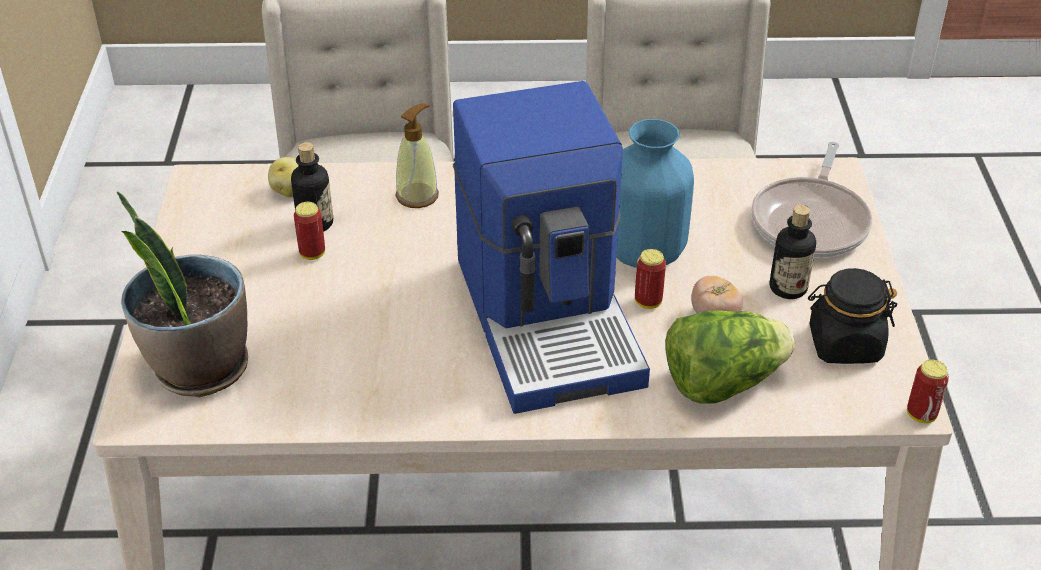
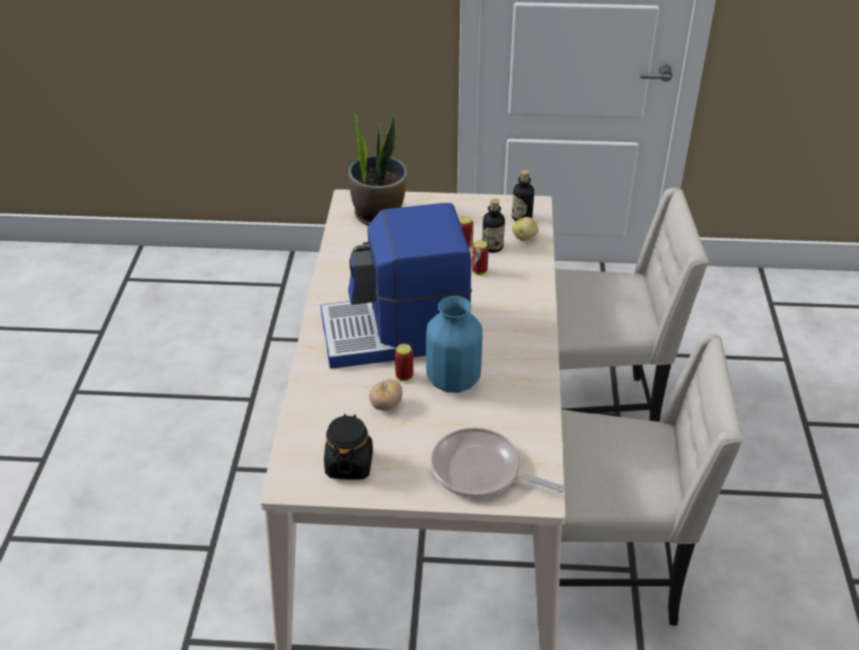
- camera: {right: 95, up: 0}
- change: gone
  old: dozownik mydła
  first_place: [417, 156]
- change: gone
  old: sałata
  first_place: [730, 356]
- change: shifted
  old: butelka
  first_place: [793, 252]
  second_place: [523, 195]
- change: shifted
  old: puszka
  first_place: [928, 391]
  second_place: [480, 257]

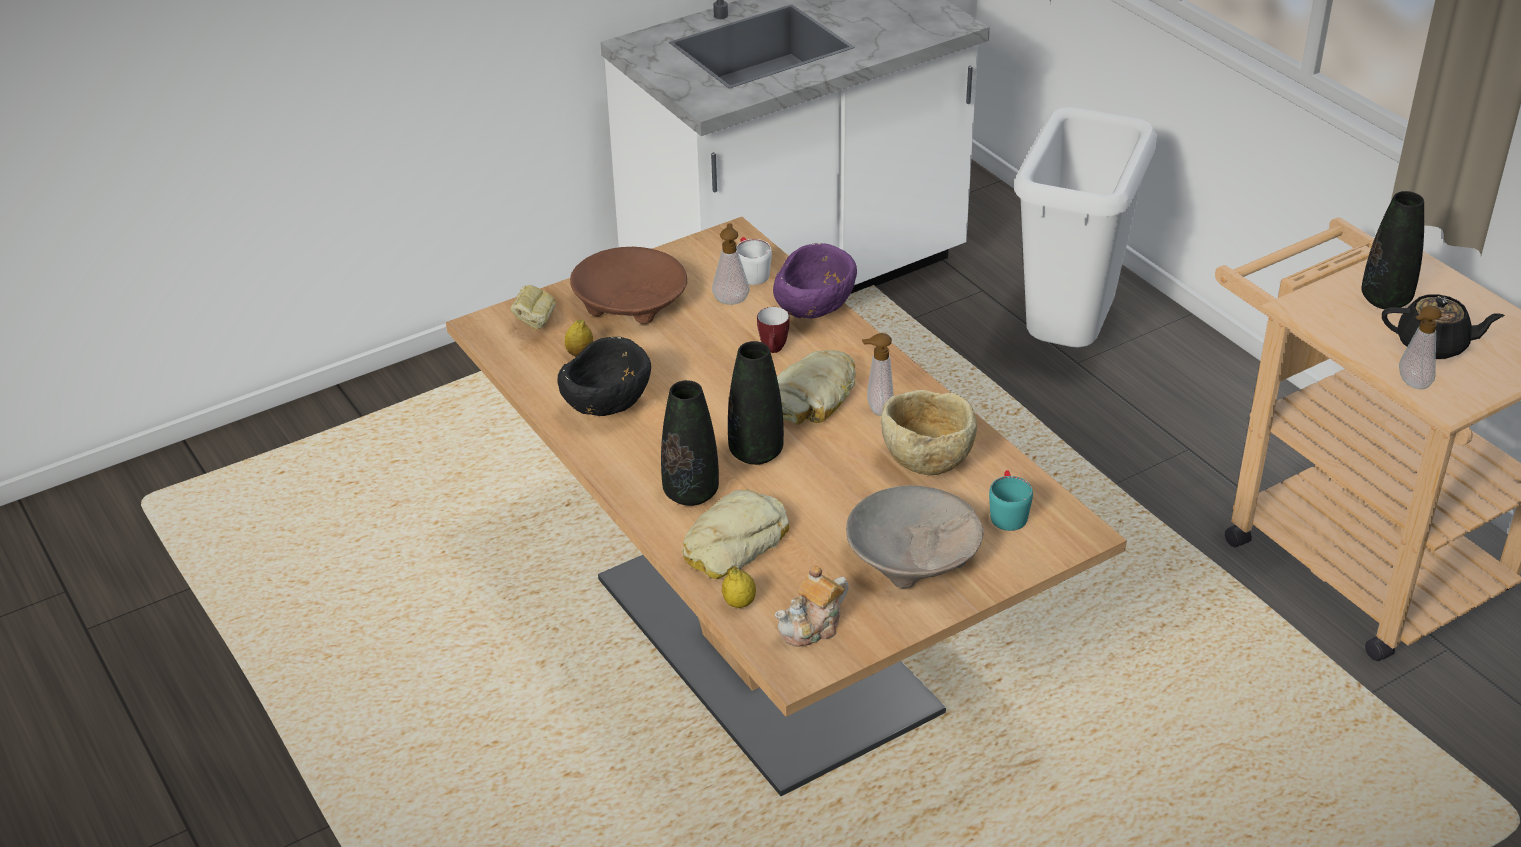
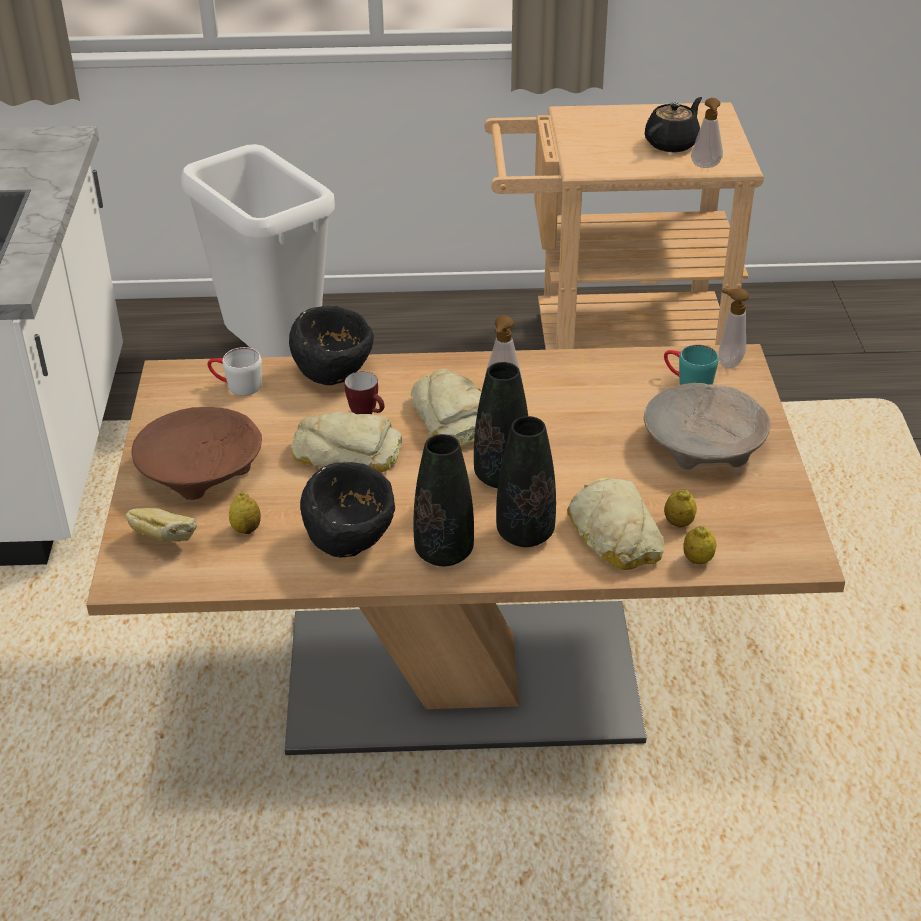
- camera: {right: -60, up: 0}
- change: shifted
  old: dozownik mydła
  first_place: [731, 264]
  second_place: [733, 328]
- change: repainted
  old: miska (fioletowy)
  new: miska (czarny)
  first_place: [815, 281]
  second_place: [331, 345]
- change: gone
  old: imbryk
  first_place: [812, 606]
- change: gone
  old: miska (beżowy)
  first_place: [929, 433]
- change: shifted
  old: wazon (czarny)
  first_place: [1392, 250]
  second_place: [443, 500]
- change: new
  new: chleb
  second_place: [346, 442]
- change: new
  new: cytryna
  second_place: [680, 508]

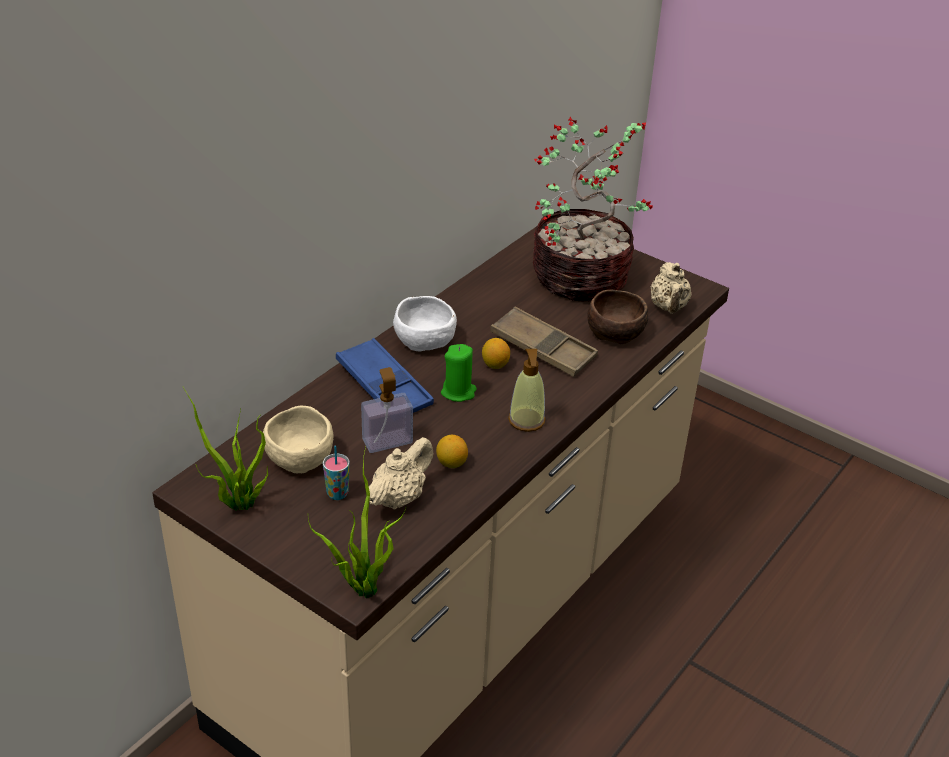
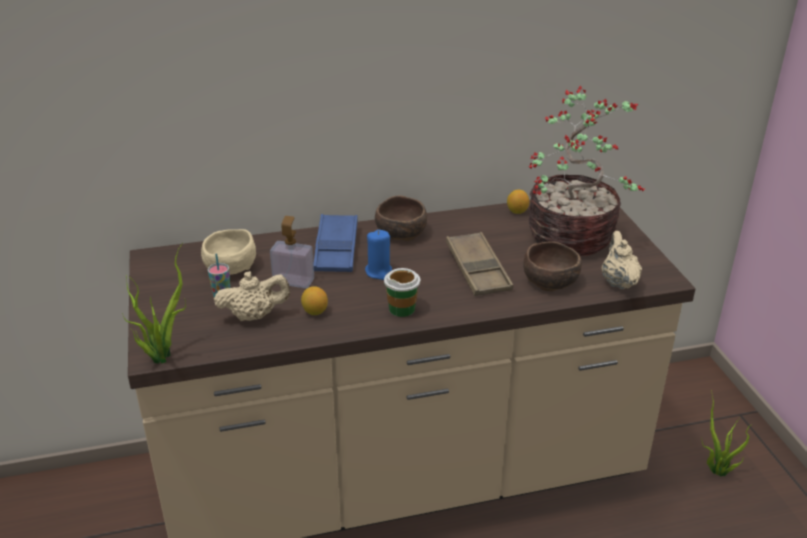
- camera: {right: 40, up: -5}
- change: shifted
  old: roślina doniczkowa
  first_place: [225, 449]
  second_place: [726, 433]
- change: repainted
  old: miska (biały)
  new: miska (brązowy)
  first_place: [425, 324]
  second_place: [401, 218]
- change: repainted
  old: świeca (zielony)
  new: świeca (niebieski)
  first_place: [459, 373]
  second_place: [378, 255]
- change: shifted
  old: cytryna
  first_place: [496, 353]
  second_place: [518, 202]
- change: swapped
  old: dozownik mydła
  new: filiżanka
  first_place: [527, 390]
  second_place: [402, 292]
- change: rotated
  old: imbryk (beżowy)
  first_place: [671, 288]
  second_place: [621, 260]
  degrees: 135

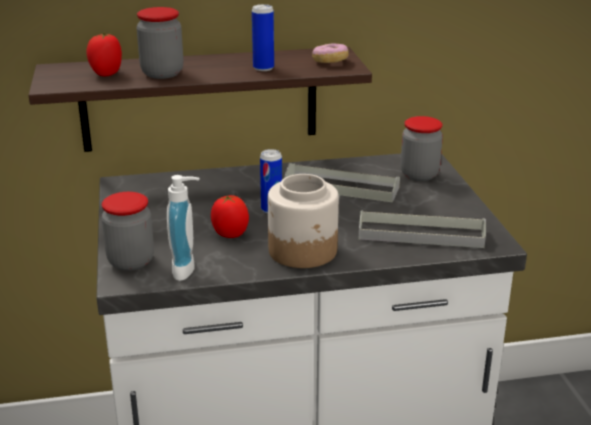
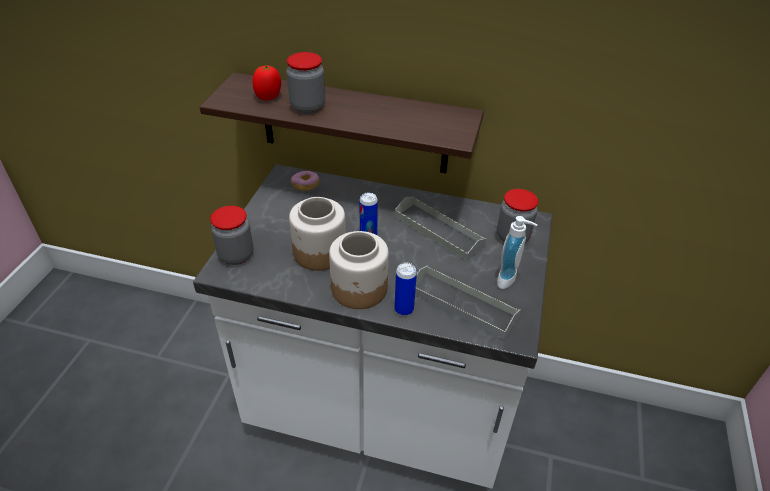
- camera: {right: 25, up: 15}
- change: shifted
  old: dozownik mydła
  first_place: [183, 228]
  second_place: [517, 252]
- change: swapped
  old: pomidor
  new: słoik
  first_place: [230, 216]
  second_place: [317, 234]
- change: shifted
  old: puszka
  first_place: [263, 37]
  second_place: [405, 289]
- change: shifted
  old: donut
  first_place: [330, 53]
  second_place: [305, 181]

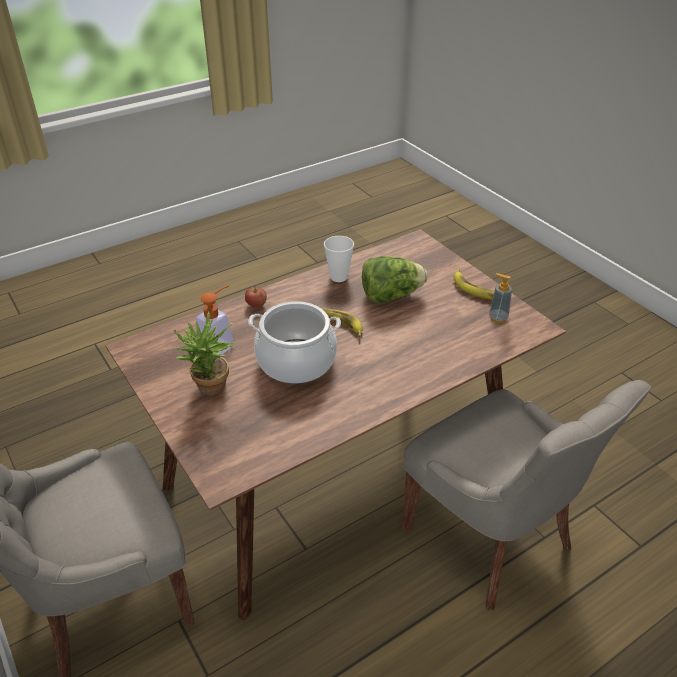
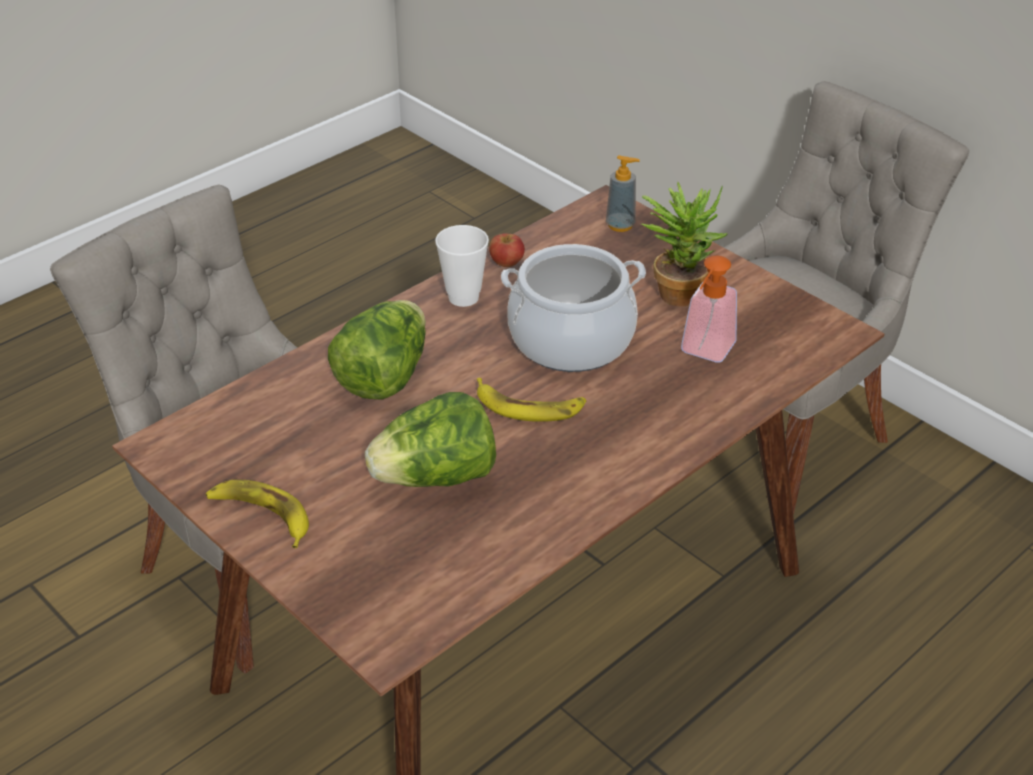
- camera: {right: 170, up: 0}
- change: shifted
  old: jabłko
  first_place: [256, 297]
  second_place: [507, 250]
- change: shifted
  old: filiżanka
  first_place: [339, 259]
  second_place: [462, 266]
- change: shifted
  old: dozownik mydła
  first_place: [500, 298]
  second_place: [623, 193]
- change: new
  new: sałata
  second_place: [377, 350]

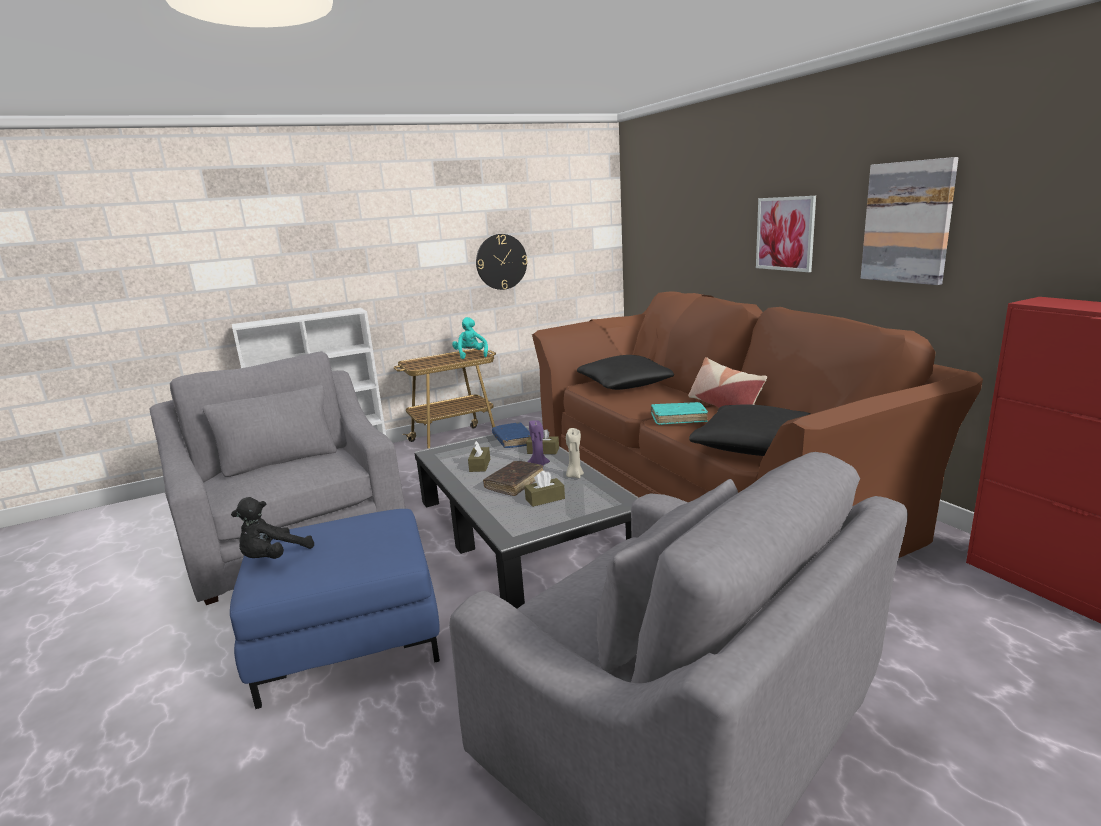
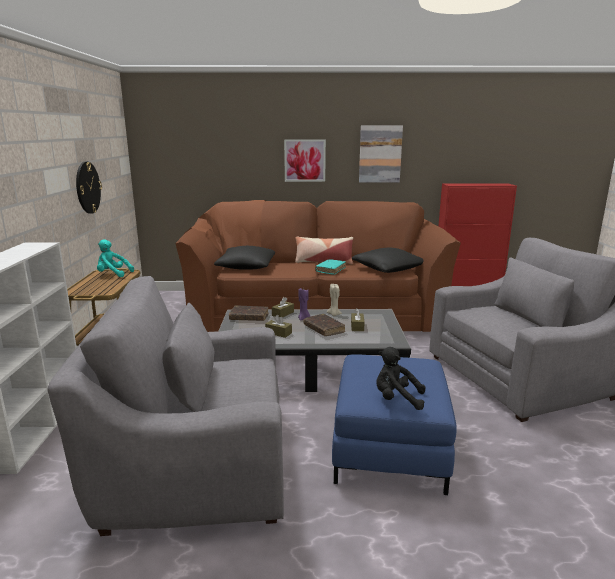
- camera: {right: -65, up: 0}
- change: rotated
  old: pluszak (czarny)
  first_place: [272, 528]
  second_place: [400, 378]
  degrees: 135
- change: repainted
  old: książka (niebieski)
  new: książka (brązowy)
  first_place: [511, 435]
  second_place: [249, 313]

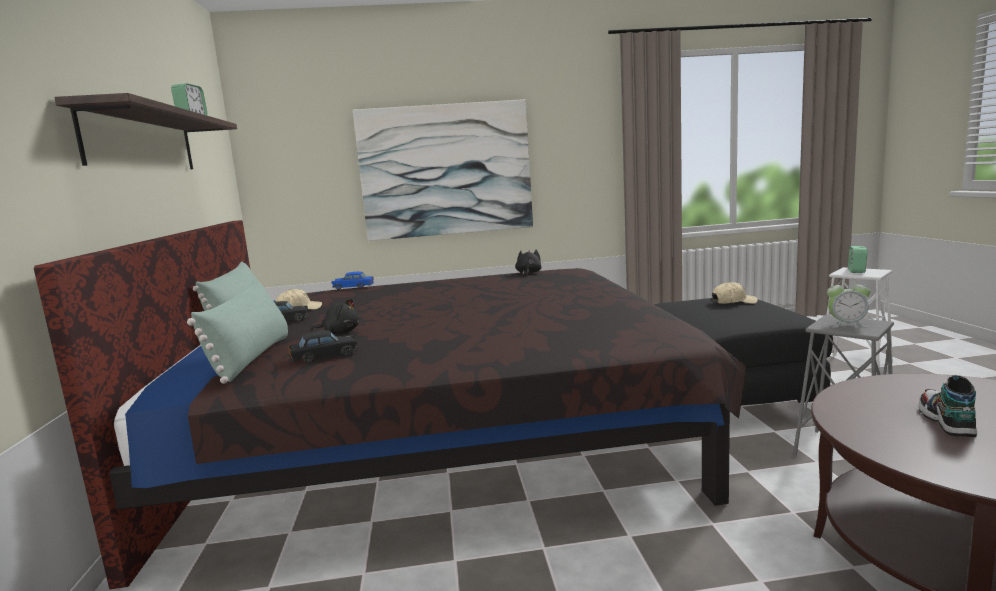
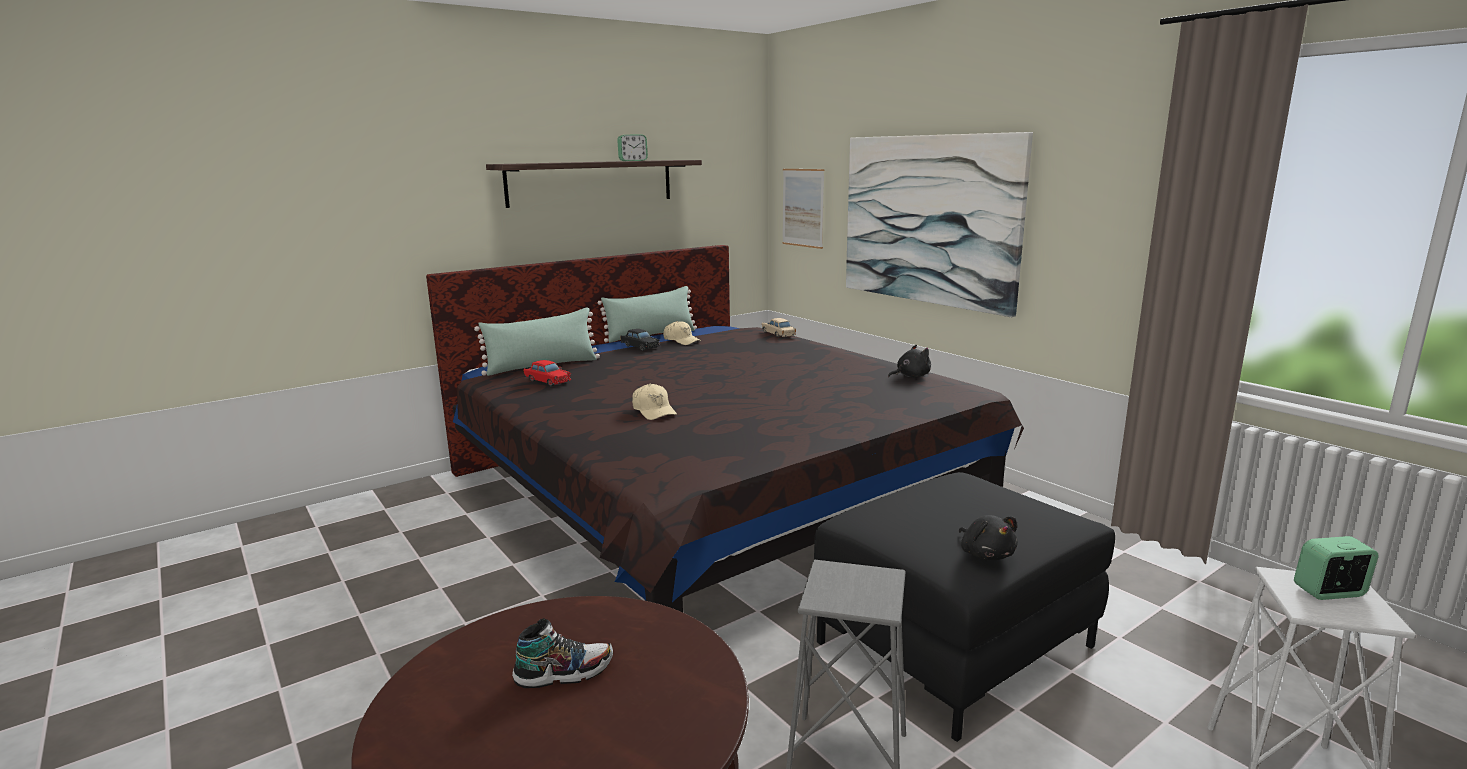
- camera: {right: 60, up: 5}
- change: repainted
  old: samochodzik (czarny)
  new: samochodzik (czerwony)
  first_place: [323, 346]
  second_place: [547, 373]
- change: shifted
  old: pluszak (czarny)
  first_place: [335, 316]
  second_place: [988, 538]
- change: repainted
  old: samochodzik (niebieski)
  new: samochodzik (beżowy)
  first_place: [352, 281]
  second_place: [778, 327]
- change: shifted
  old: czapka z daszkiem (beżowy)
  first_place: [735, 293]
  second_place: [654, 402]
- change: gone
  old: budzik
  first_place: [848, 303]
- change: new
  new: obraz
  second_place: [803, 209]

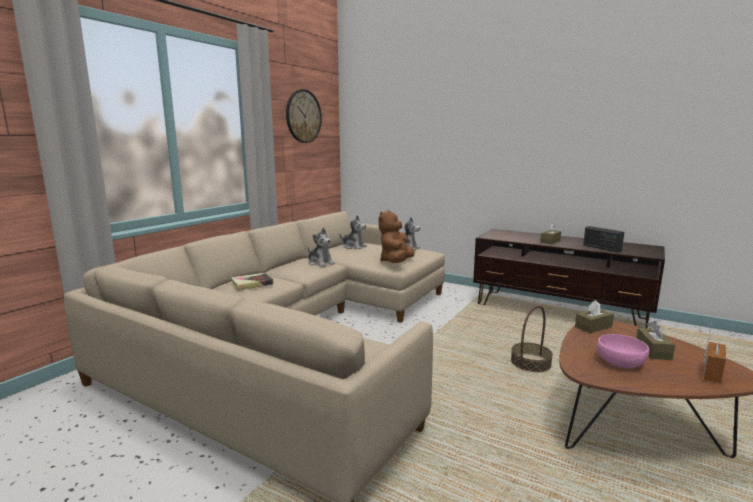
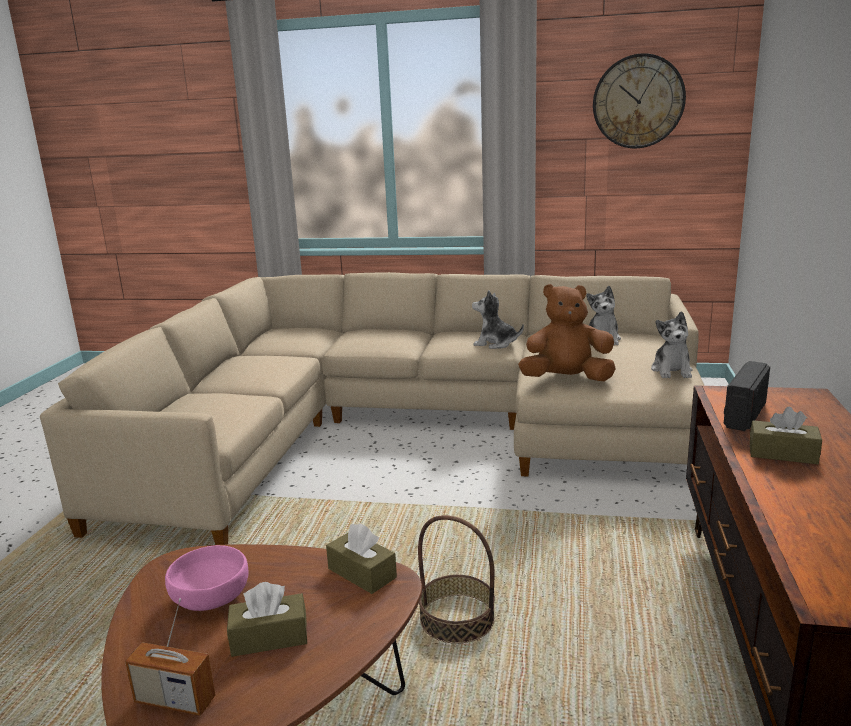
- camera: {right: 70, up: 5}
- change: gone
  old: książka
  first_place: [252, 282]
- change: rotated
  old: pluszak
  first_place: [321, 247]
  second_place: [498, 319]
  degrees: 90
- change: shifted
  old: radio
  first_place: [603, 239]
  second_place: [746, 396]

